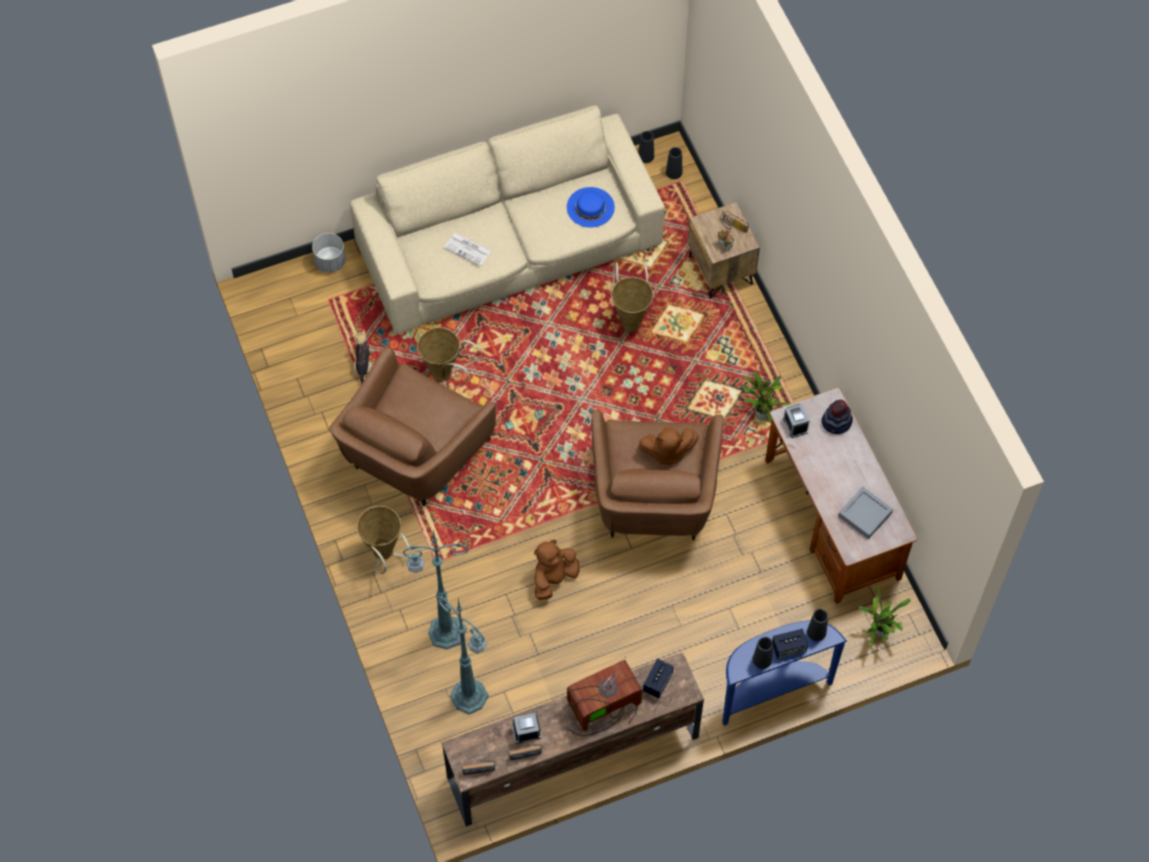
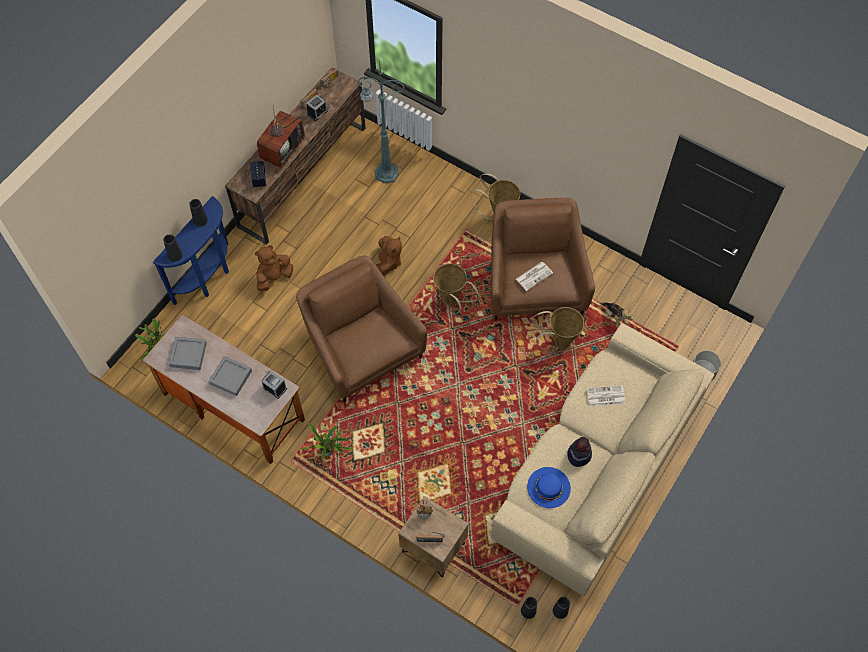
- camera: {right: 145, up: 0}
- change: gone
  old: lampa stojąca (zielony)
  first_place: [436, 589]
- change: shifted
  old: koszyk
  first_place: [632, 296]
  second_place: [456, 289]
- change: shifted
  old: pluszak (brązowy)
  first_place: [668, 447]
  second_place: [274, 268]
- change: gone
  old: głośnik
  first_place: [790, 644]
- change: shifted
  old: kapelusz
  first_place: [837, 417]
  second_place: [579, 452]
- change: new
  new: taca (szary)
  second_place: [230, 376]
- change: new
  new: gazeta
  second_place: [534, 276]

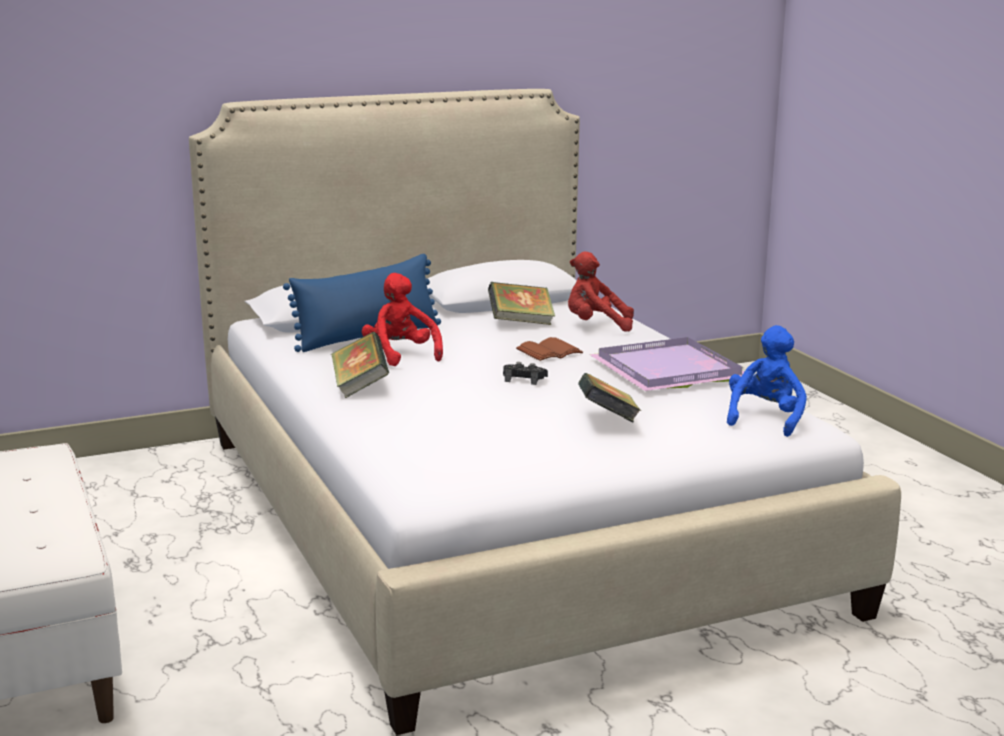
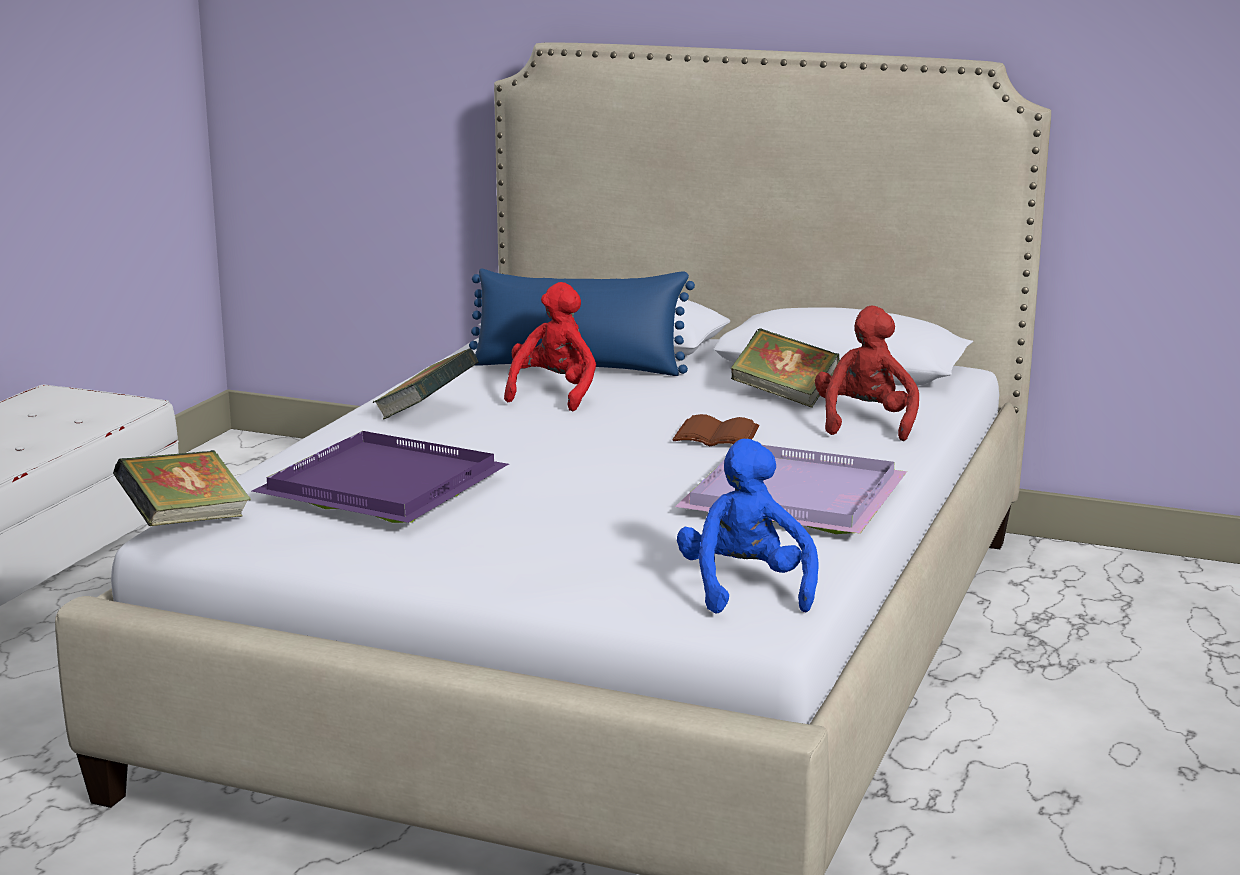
- camera: {right: 45, up: 0}
- change: gone
  old: pad do gier (czarny)
  first_place: [525, 373]
- change: rotated
  old: pluszak (czerwony)
  first_place: [601, 292]
  second_place: [867, 373]
  degrees: 45
- change: shifted
  old: książka
  first_place: [609, 397]
  second_place: [182, 488]
- change: rotated
  old: pluszak (niebieski)
  first_place: [767, 381]
  second_place: [748, 526]
  degrees: -75
- change: new
  new: taca (fioletowy)
  second_place: [380, 477]

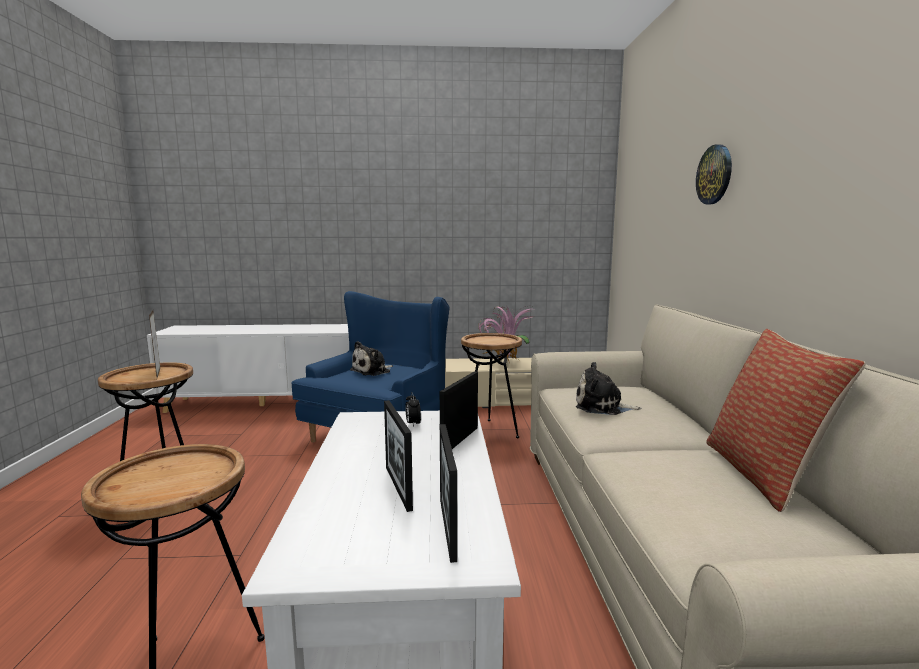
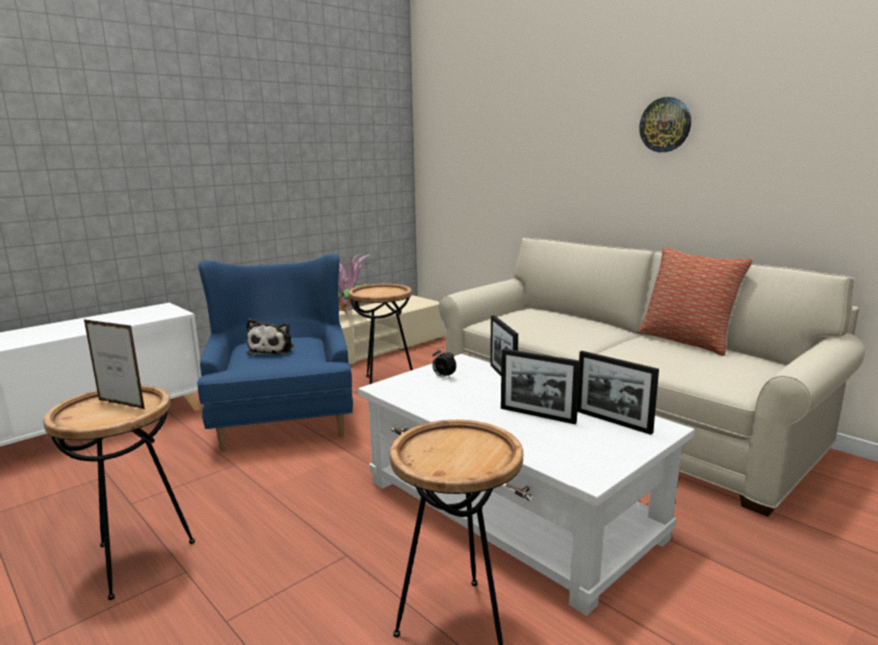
- camera: {right: -40, up: 5}
- change: gone
  old: pluszak
  first_place: [609, 388]
- change: shifted
  old: zegar ścienny
  first_place: [714, 174]
  second_place: [665, 124]

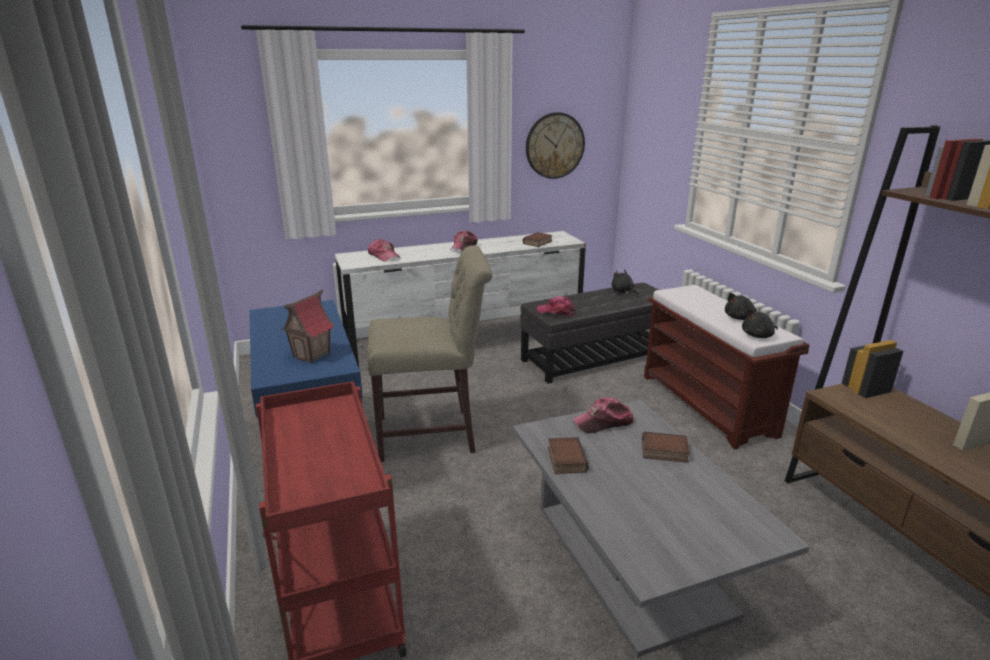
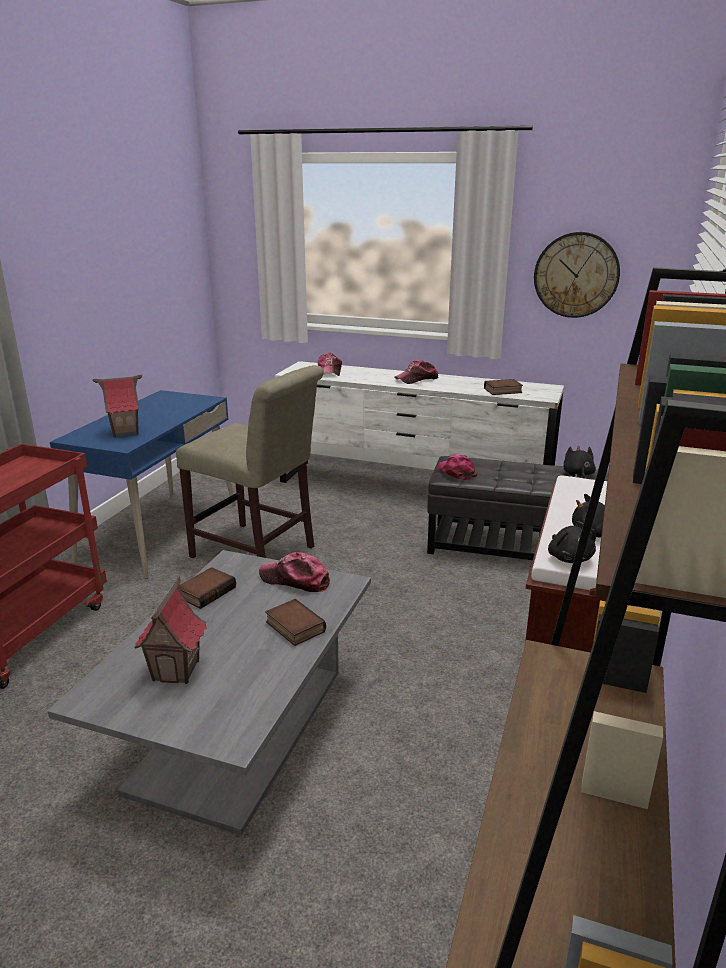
- camera: {right: 40, up: 0}
- change: rotated
  old: pluszak (czarny)
  first_place: [760, 323]
  second_place: [572, 544]
  degrees: -120
- change: new
  new: domek
  second_place: [170, 630]

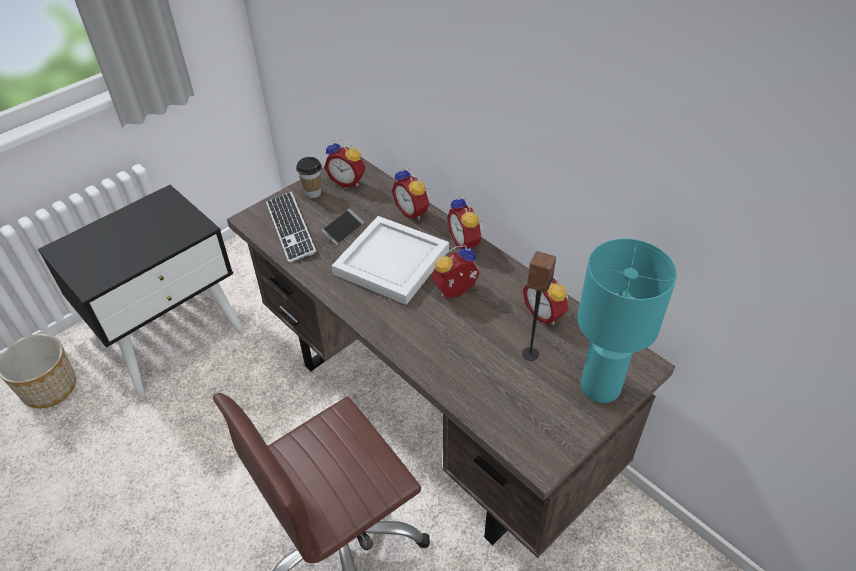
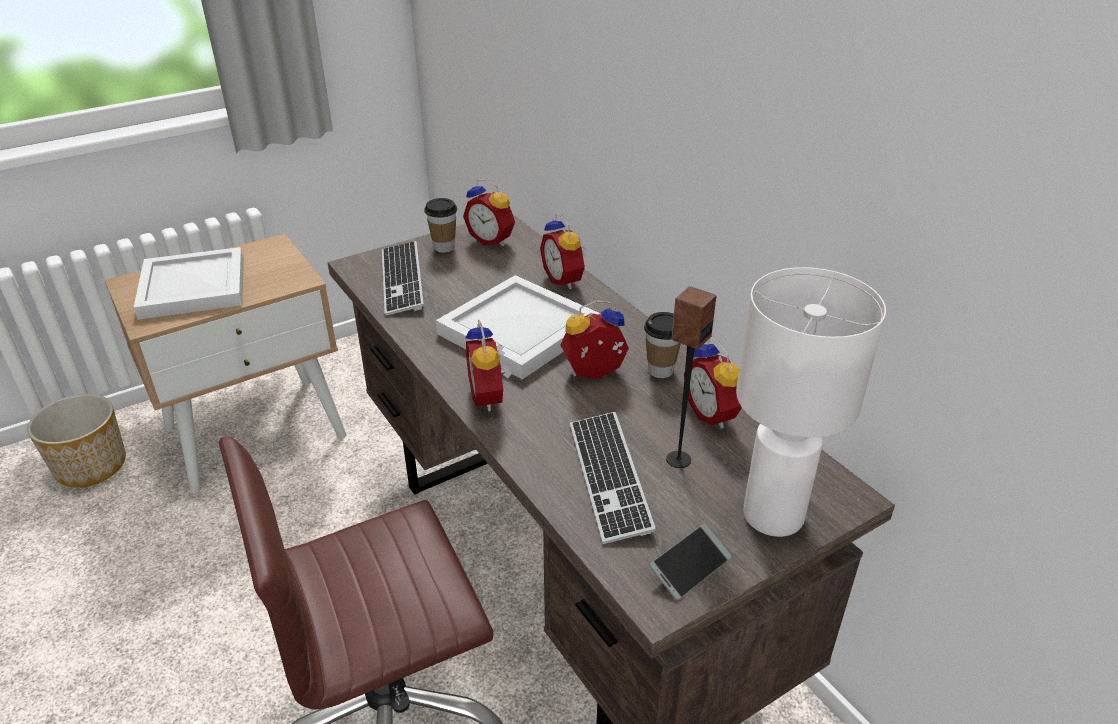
- camera: {right: 10, up: -10}
- change: repainted
  old: szafka nocna (czarny)
  new: szafka nocna (beżowy)
  first_place: [141, 291]
  second_place: [225, 363]
- change: shifted
  old: telefon
  first_place: [342, 227]
  second_place: [690, 562]
- change: shifted
  old: budzik
  first_place: [465, 222]
  second_place: [488, 366]
- change: repainted
  old: lampa stołowa (turkusowy)
  new: lampa stołowa (biały)
  first_place: [627, 321]
  second_place: [811, 402]
- change: new
  new: taca (biały)
  second_place: [189, 283]
- change: new
  new: klawiatura
  second_place: [613, 478]
- change: new
  new: filiżanka
  second_place: [662, 345]

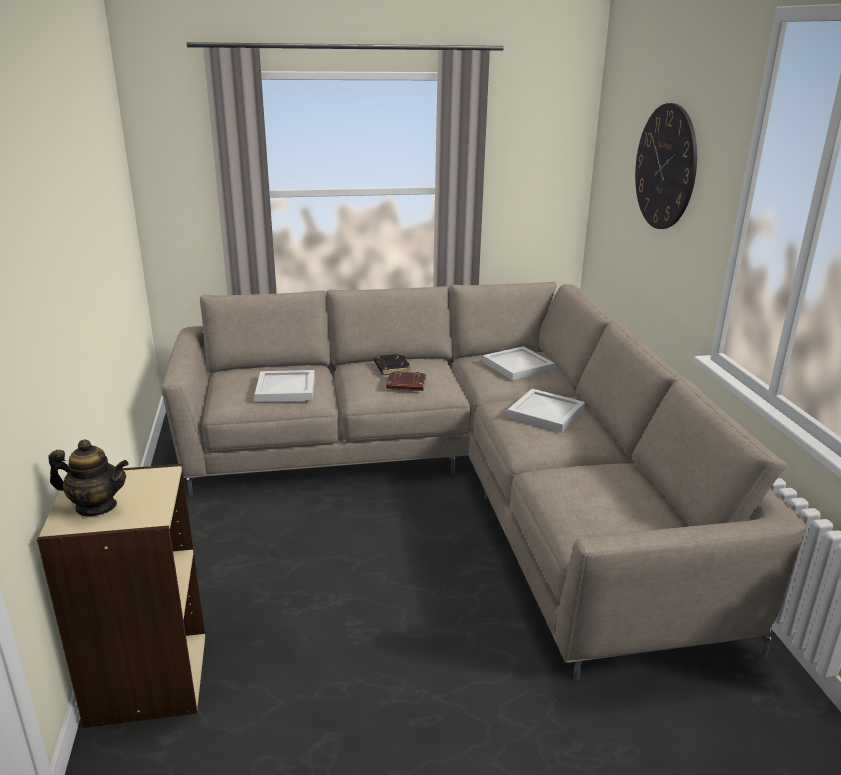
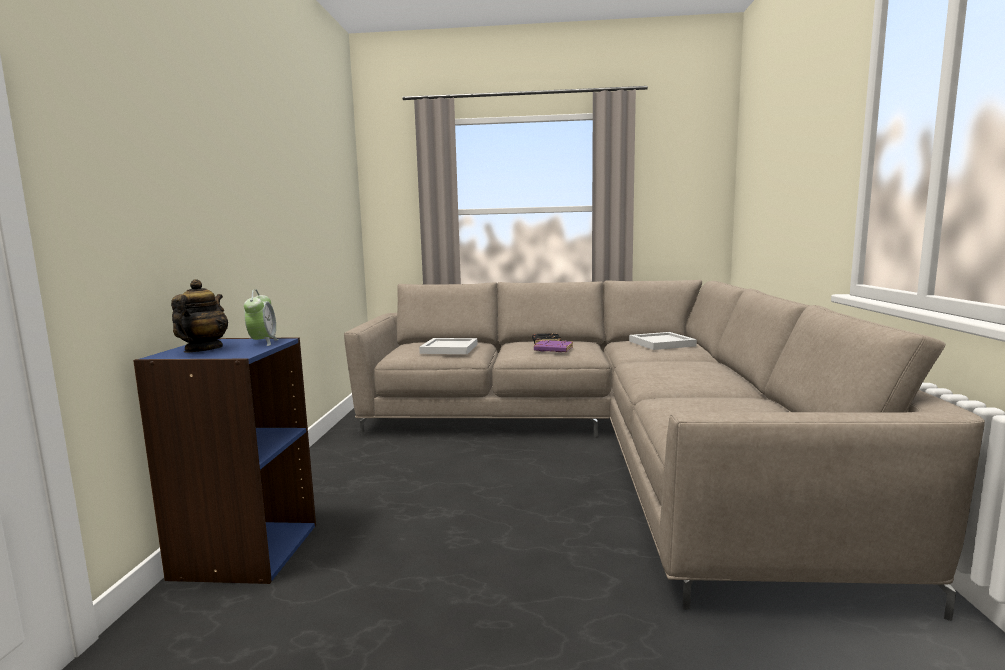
- camera: {right: 15, up: -15}
- change: repainted
  old: regał (beżowy)
  new: regał (niebieski)
  first_place: [121, 596]
  second_place: [224, 460]
- change: rotated
  old: imbryk
  first_place: [88, 477]
  second_place: [199, 315]
  degrees: -105
- change: repainted
  old: książka (brązowy)
  new: książka (fioletowy)
  first_place: [406, 381]
  second_place: [553, 346]
- change: gone
  old: taca (biały)
  first_place: [546, 410]
- change: gone
  old: zegar ścienny
  first_place: [666, 166]
- change: new
  new: budzik
  second_place: [261, 318]

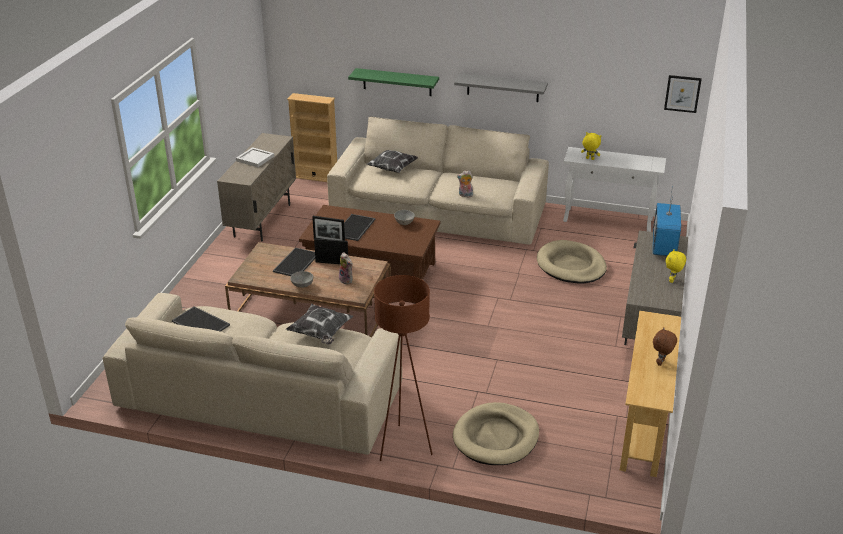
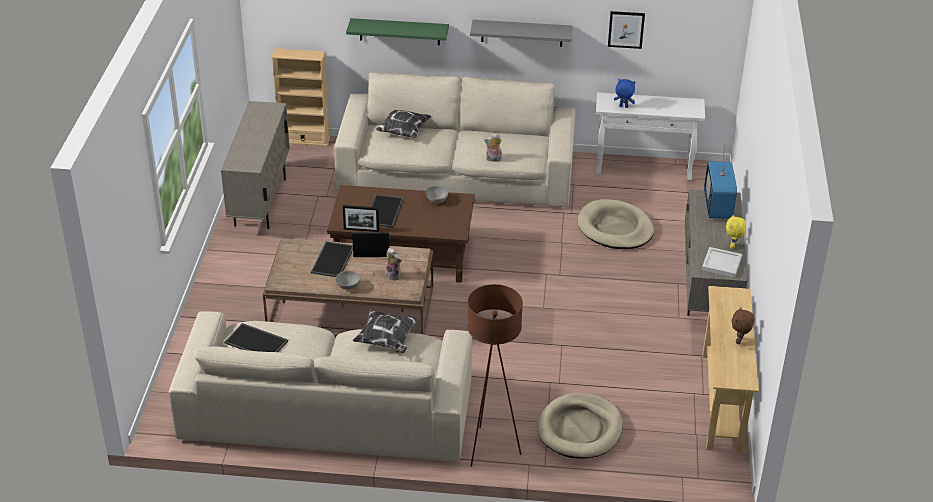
- camera: {right: -10, up: 5}
- change: shifted
  old: taca (biały)
  first_place: [255, 157]
  second_place: [722, 262]
- change: repainted
  old: pluszak (żółty)
  new: pluszak (niebieski)
  first_place: [591, 146]
  second_place: [624, 93]
- change: shifted
  old: obraz
  first_place: [683, 94]
  second_place: [626, 30]

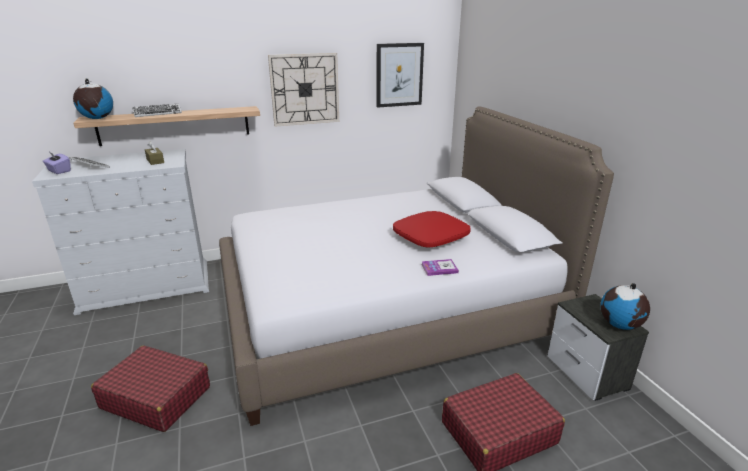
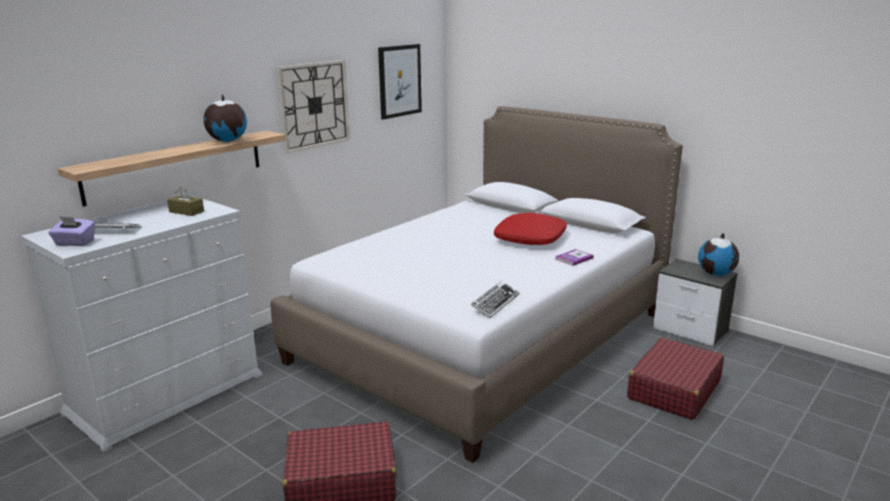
- camera: {right: -30, up: -5}
- change: shifted
  old: globus
  first_place: [93, 98]
  second_place: [225, 118]
- change: shifted
  old: klawiatura
  first_place: [157, 110]
  second_place: [495, 299]

